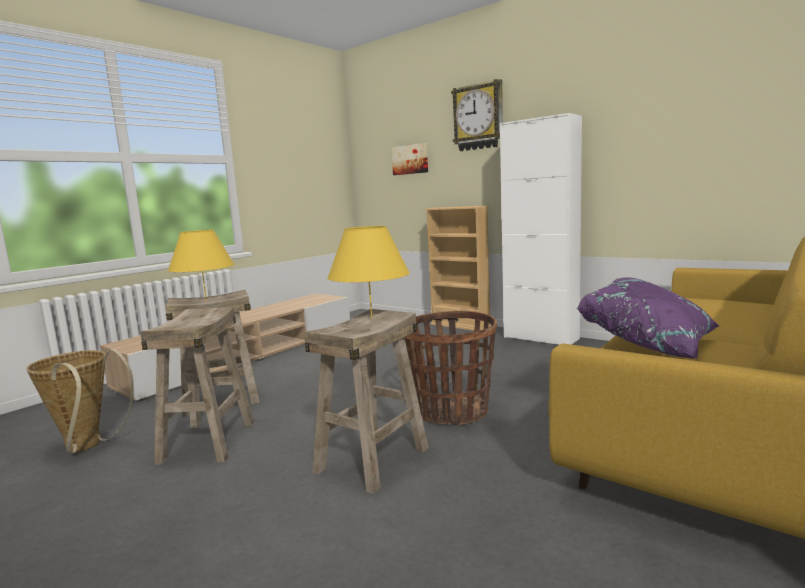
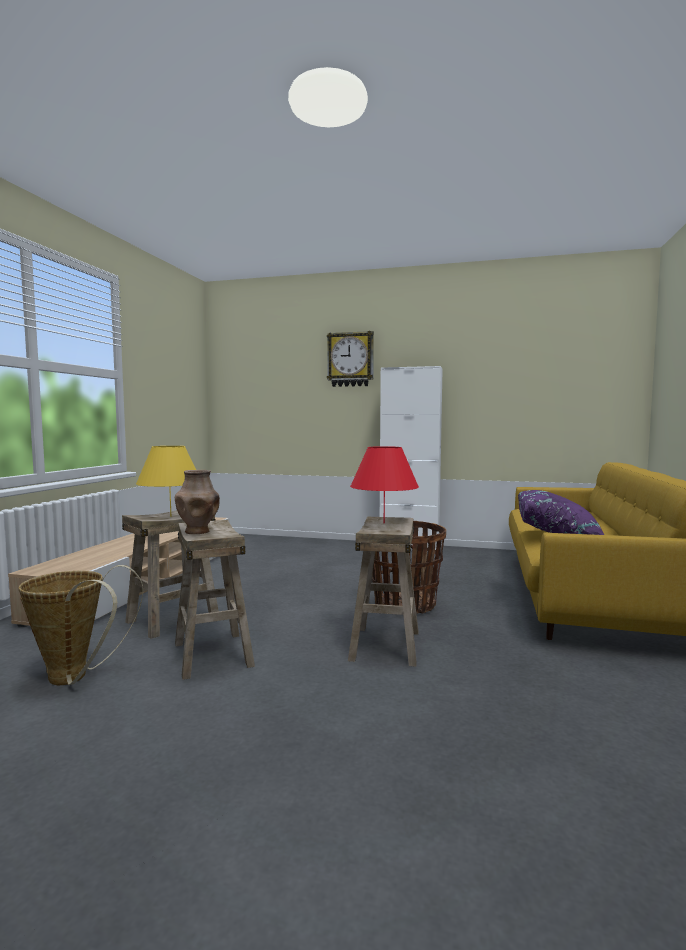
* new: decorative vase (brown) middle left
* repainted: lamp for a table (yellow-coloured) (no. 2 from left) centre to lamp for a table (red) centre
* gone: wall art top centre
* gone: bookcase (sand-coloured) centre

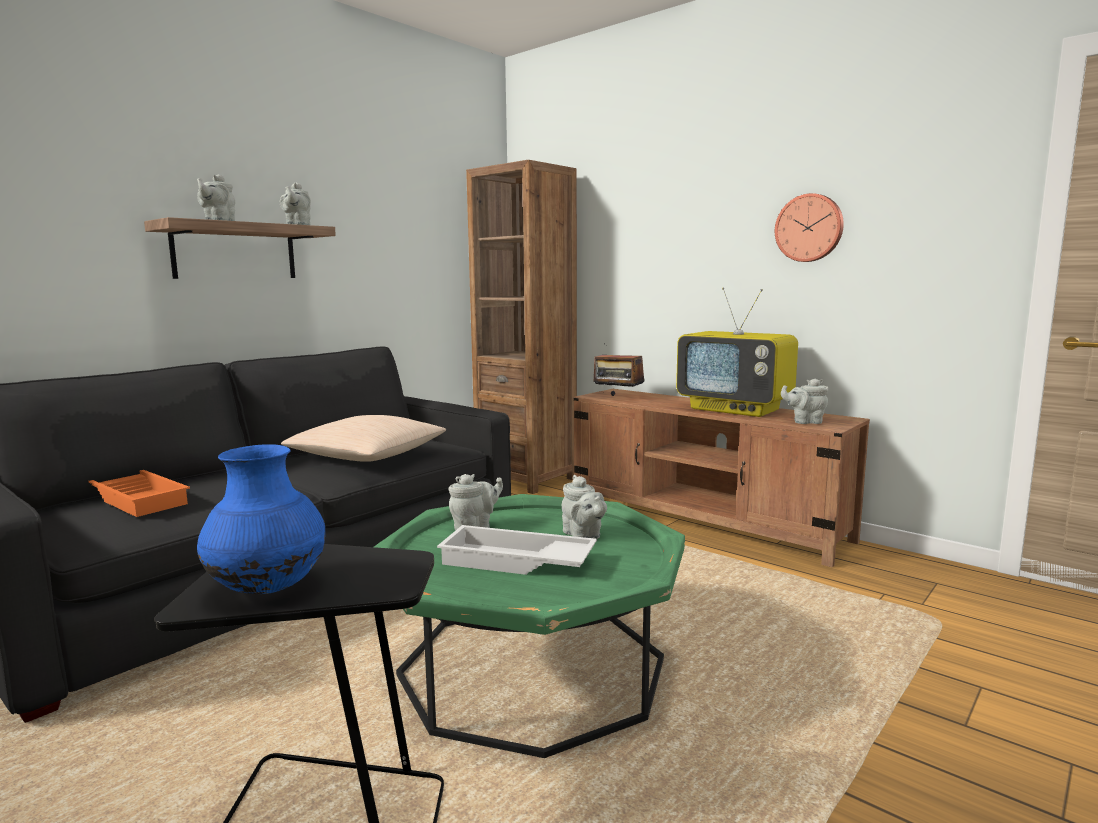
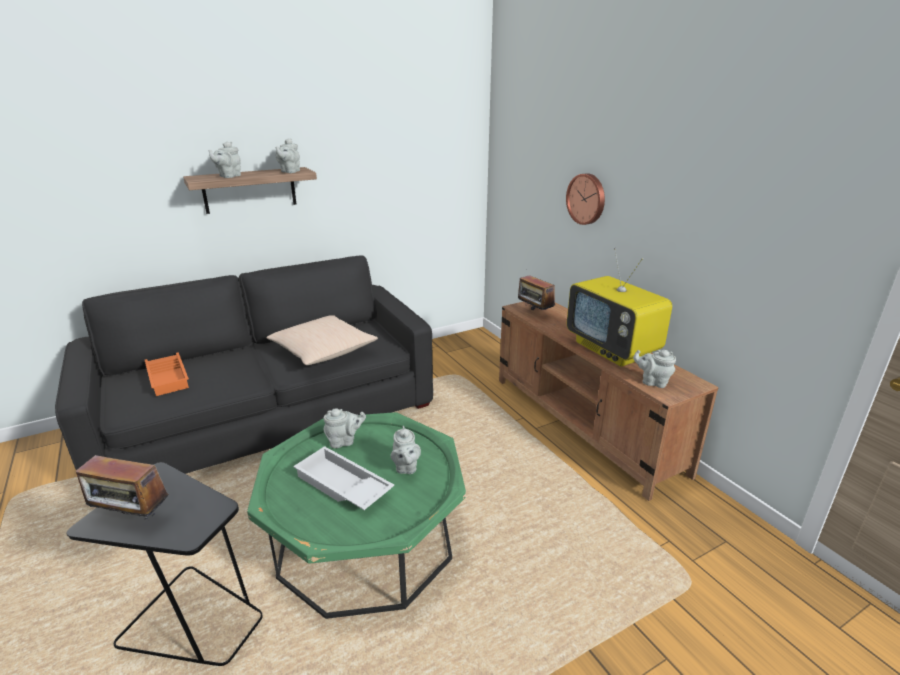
* swapped: decorative vase (blue-coloured) middle left to radio receiver (no. 1 from left) bottom left
* shifted: hanging clock top right to top centre
* gone: bookcase (brown) centre

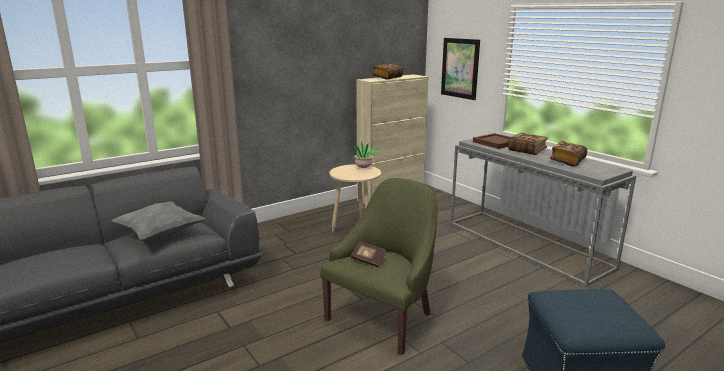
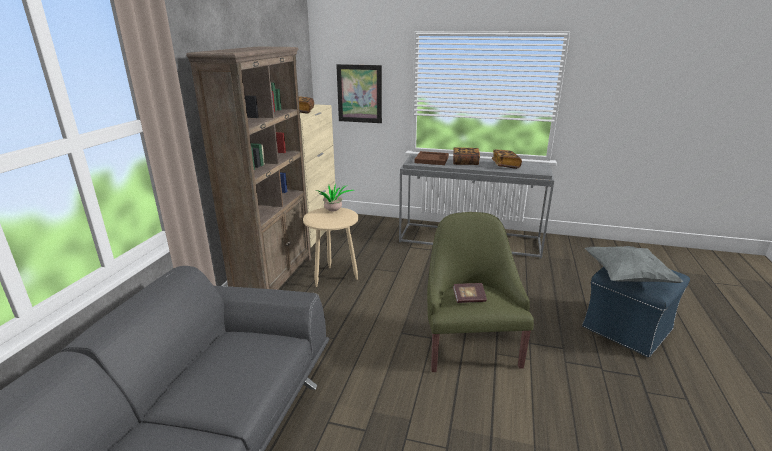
* new: bookcase (brown) middle left
* shifted: pillow (grey) middle left to middle right

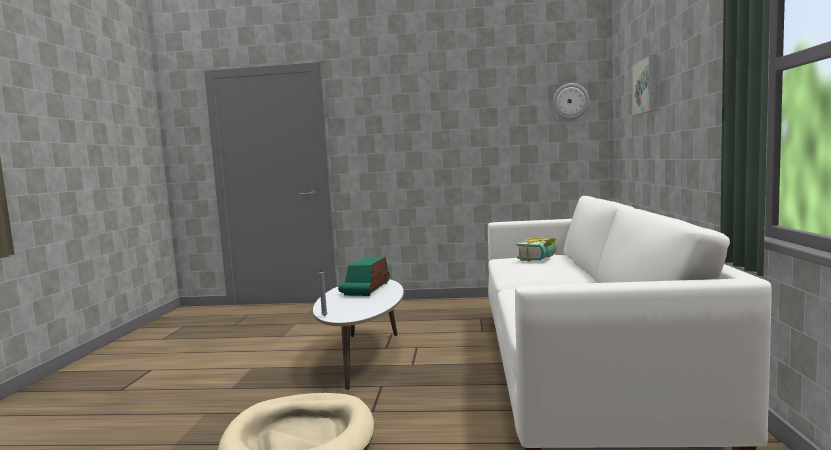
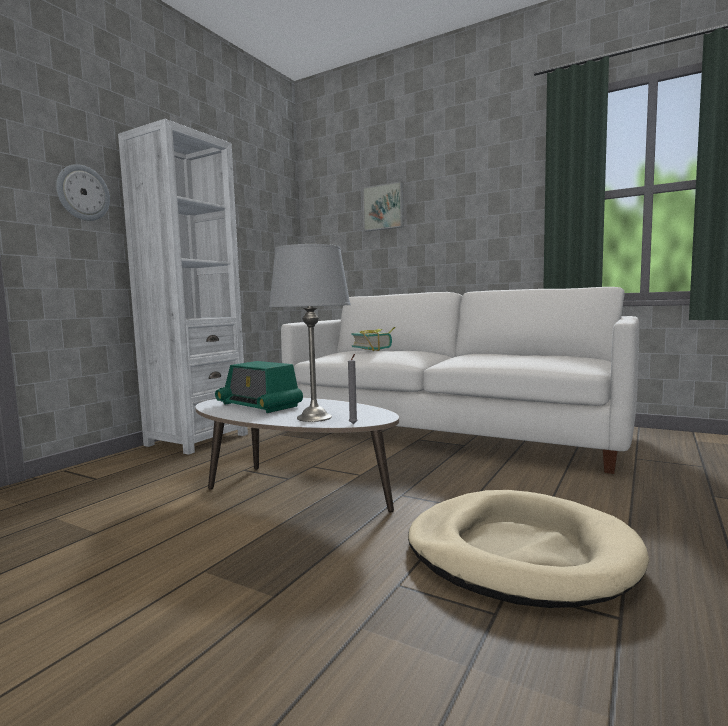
* shifted: hanging clock top right to top left
* new: bookcase (whitish) middle left
* new: lamp for a table (grey) centre

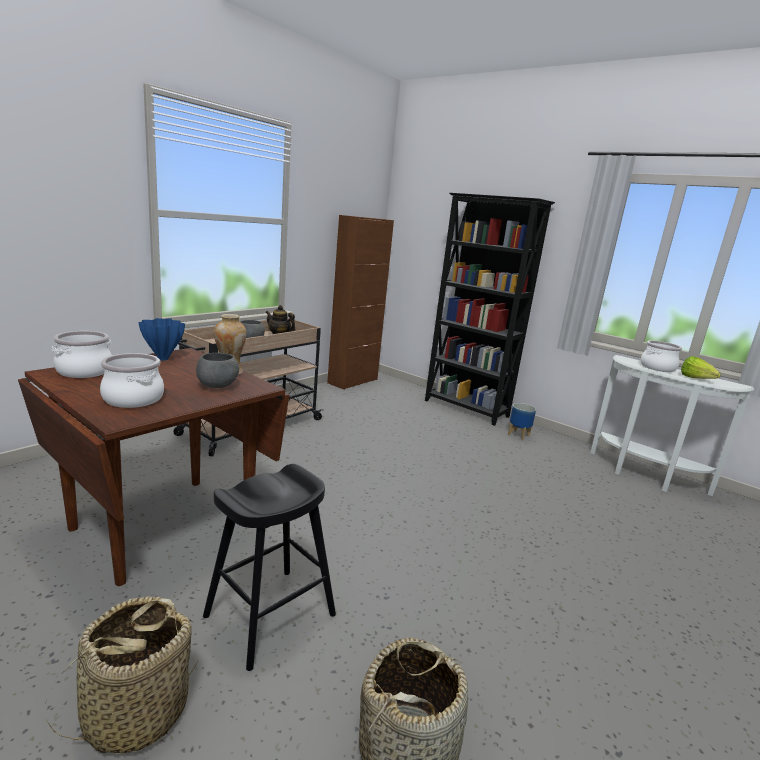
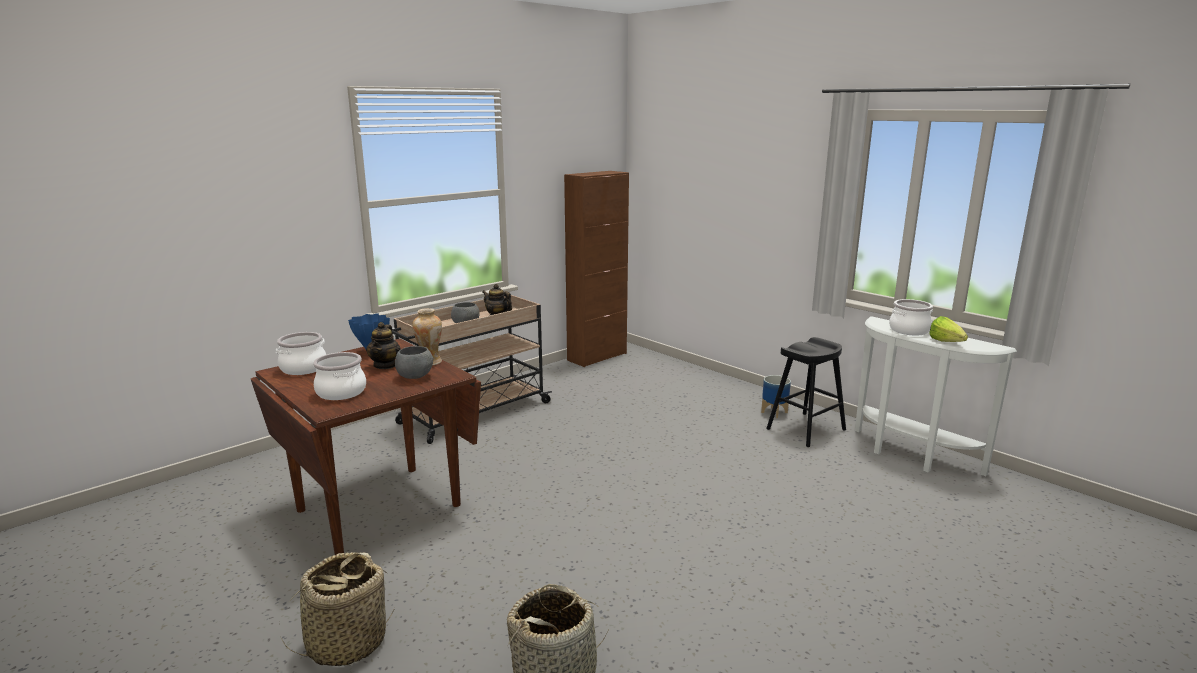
* new: tea pot (no. 1 from left) middle left
* shifted: stool (black) bottom centre to middle right
* gone: bookcase (black) centre

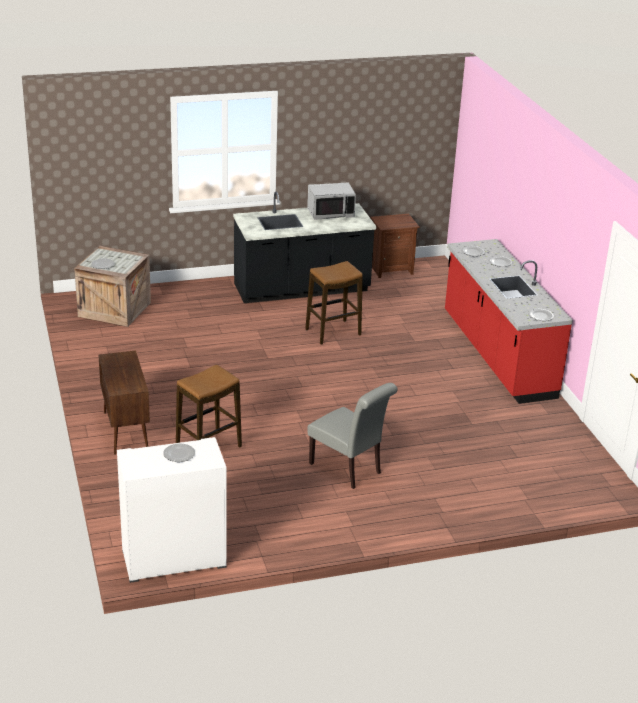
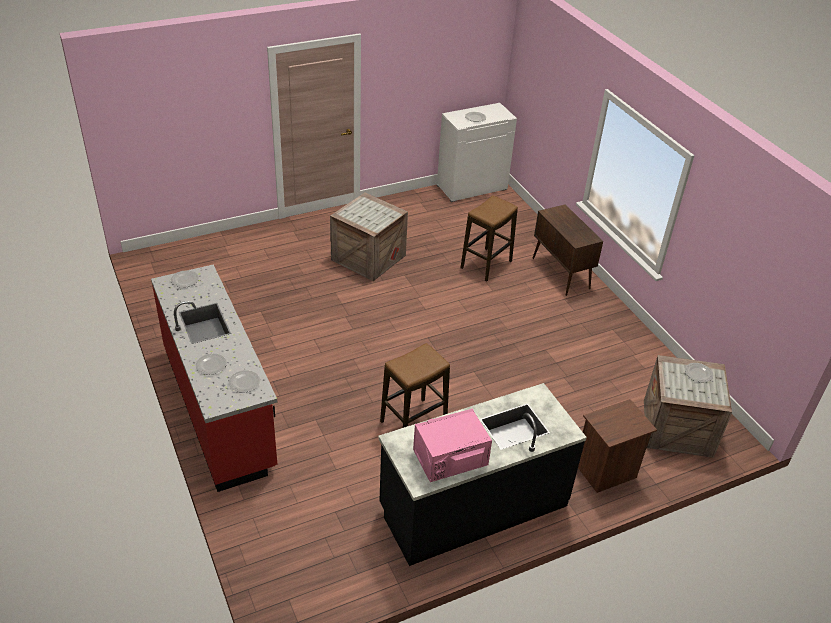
* swapped: chair (grey) centre to shipping crate (no. 1 from left) centre
* repainted: kitchen microwave (grey) top centre to kitchen microwave (pink-coloured) bottom centre
* shifted: night table (brown) centre to bottom right

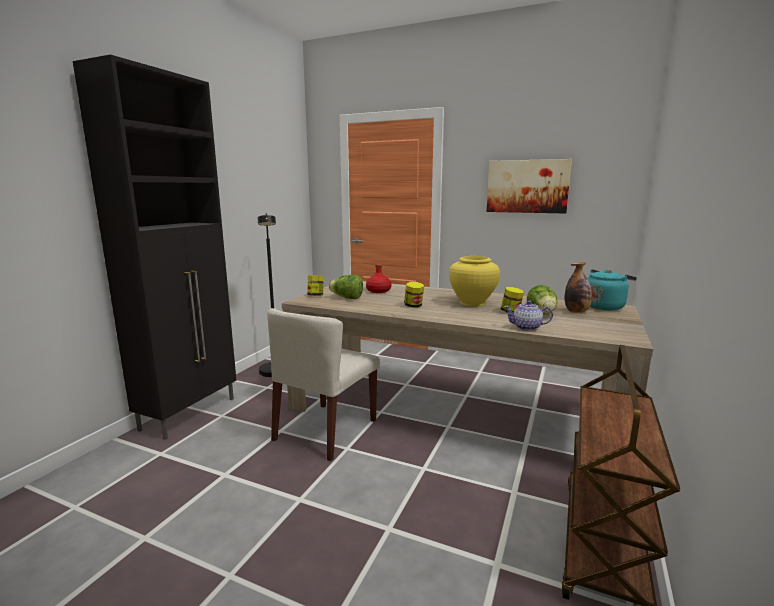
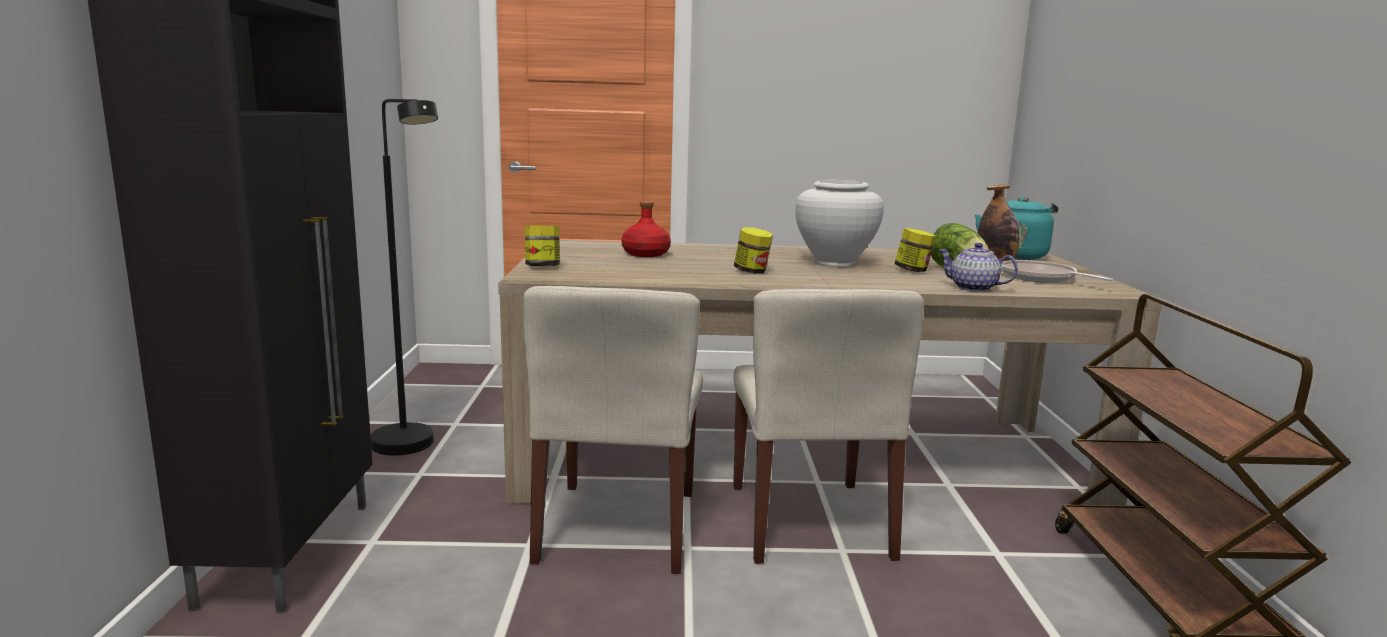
* new: chair (sand-coloured) (no. 2 from left) bottom centre
* repainted: decorative vase (yellow-coloured) centre to decorative vase (whitish) centre
* rotated: tea pot middle right = middle right 45 degrees clockwise
* new: frying pan middle right
* gone: lettuce head (no. 1 from left) centre
* gone: wall art top right

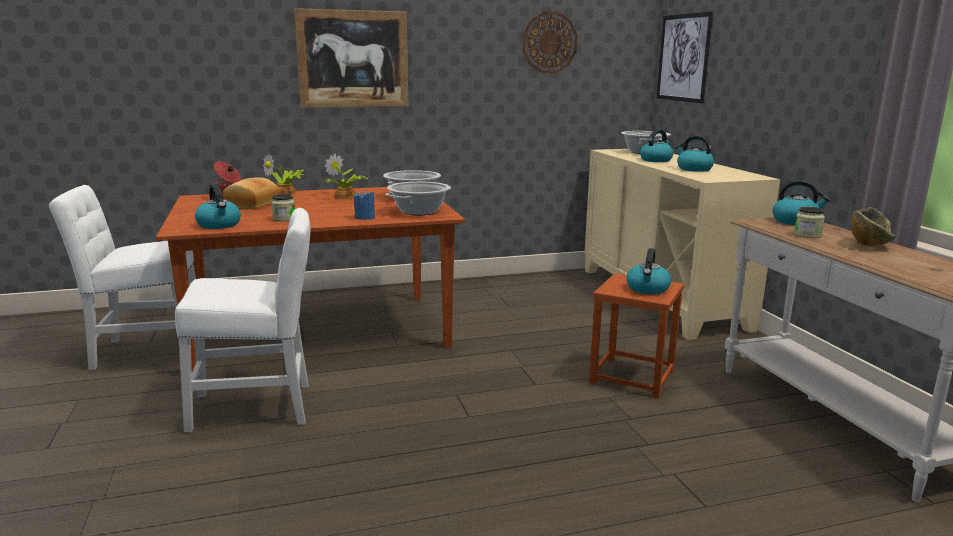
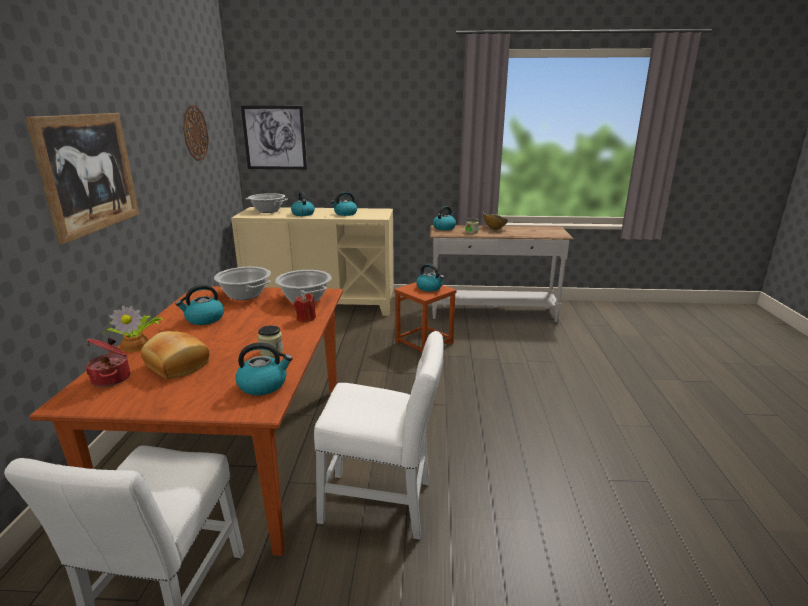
* swapped: houseplant (no. 2 from left) top centre to water kettle (no. 1 from left) middle left
* repainted: candle (blue-coloured) centre to candle (red) centre
* rotated: chair (whitish) (no. 2 from left) middle left = bottom centre 90 degrees clockwise

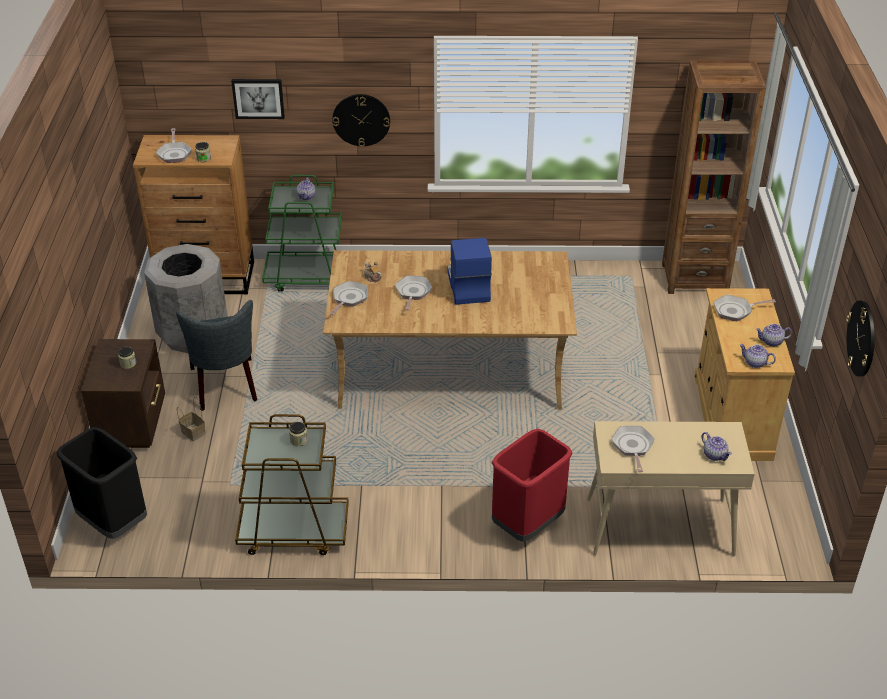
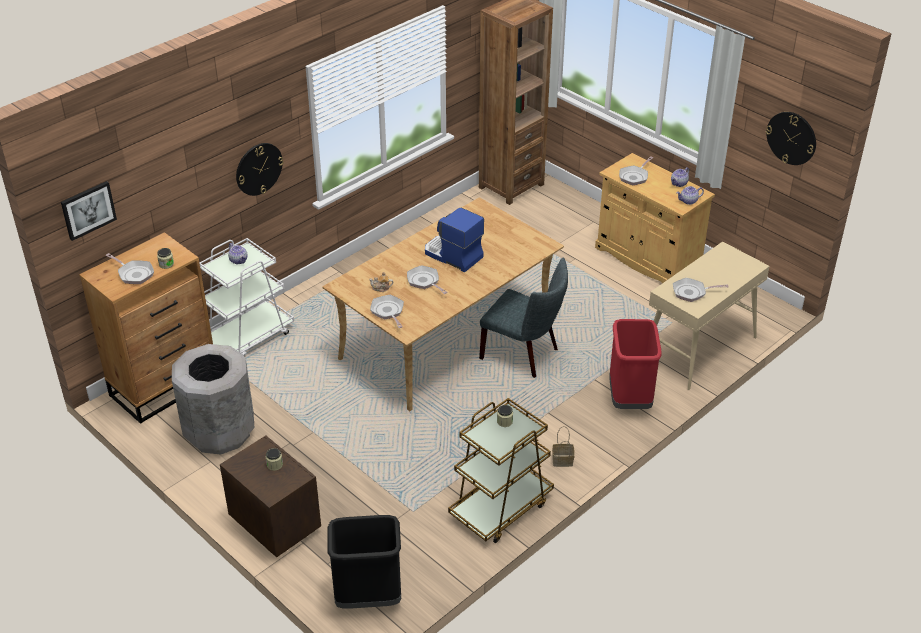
* shifted: wall art top left to middle left
* repainted: cart (green) centre to cart (whitish) middle left
* shifted: chair (grey) middle left to centre
* shifted: storage basket middle left to bottom centre
* rotated: frying pan (no. 4 from left in the first image) middle right = middle right 45 degrees counterclockwise
* gone: tea pot (no. 3 from left) middle right

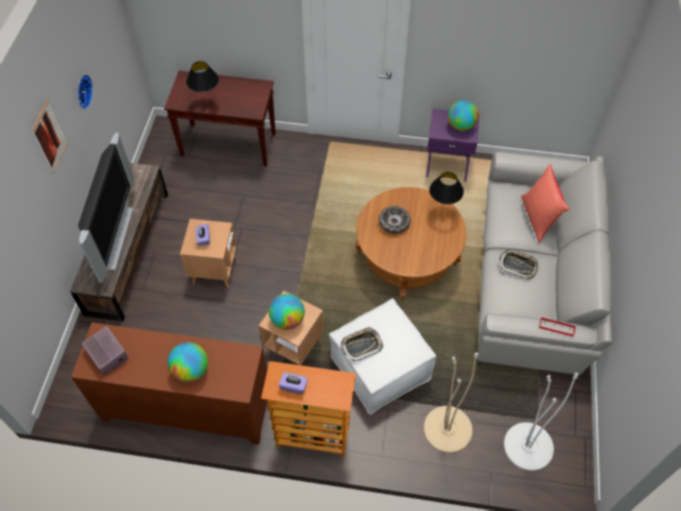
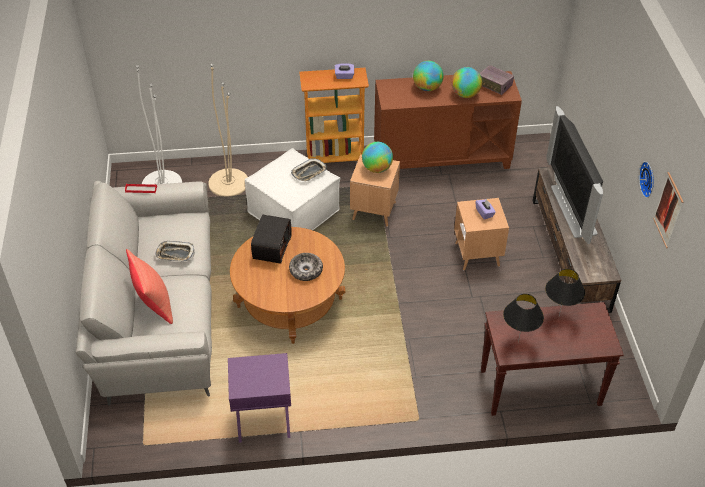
* new: radio receiver (no. 1 from left) centre
* shifted: world globe (no. 3 from left) top right to top centre
* shifted: lamp for a table (black) (no. 2 from left in the first image) centre to lamp for a table (black) (no. 1 from left) middle right
* shifted: wall art top left to middle right

